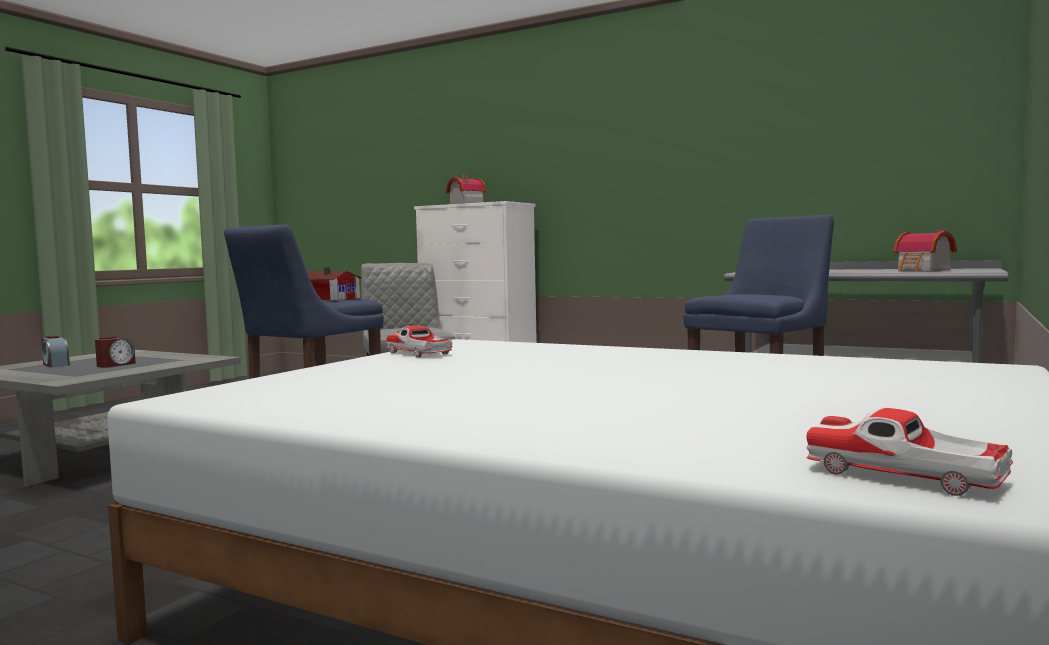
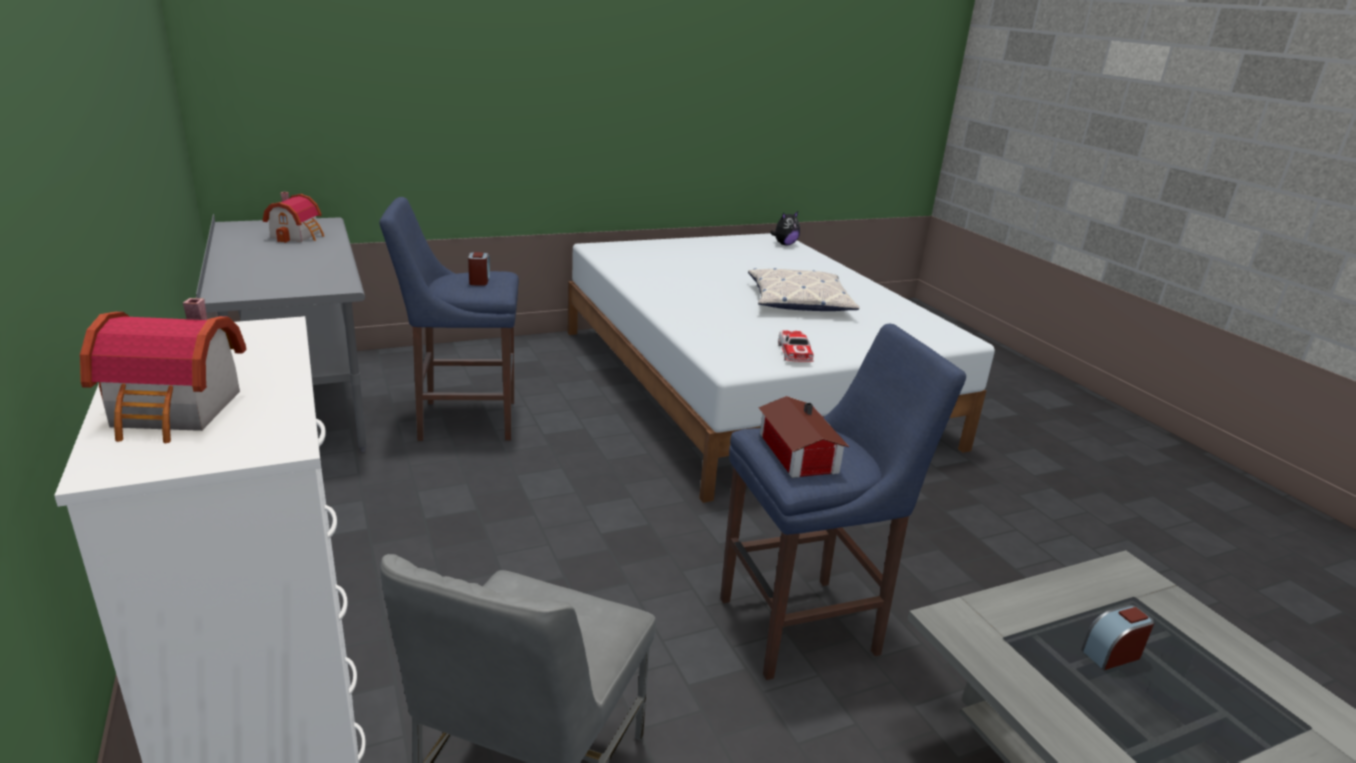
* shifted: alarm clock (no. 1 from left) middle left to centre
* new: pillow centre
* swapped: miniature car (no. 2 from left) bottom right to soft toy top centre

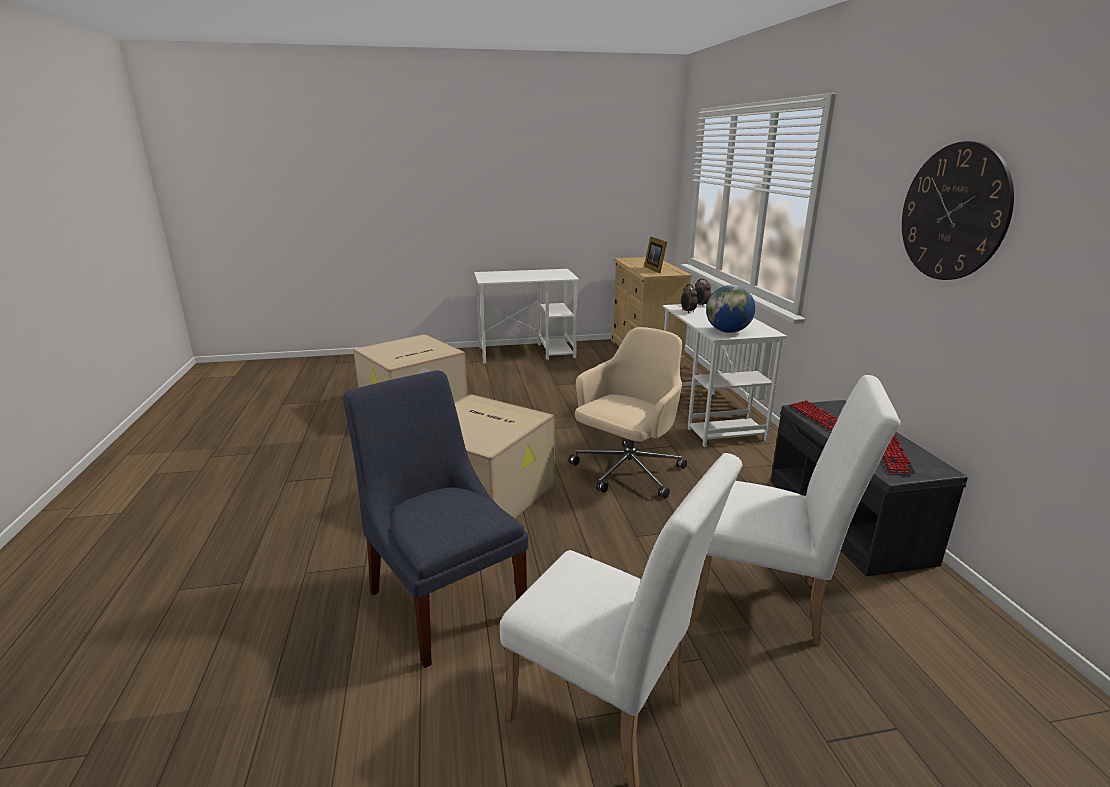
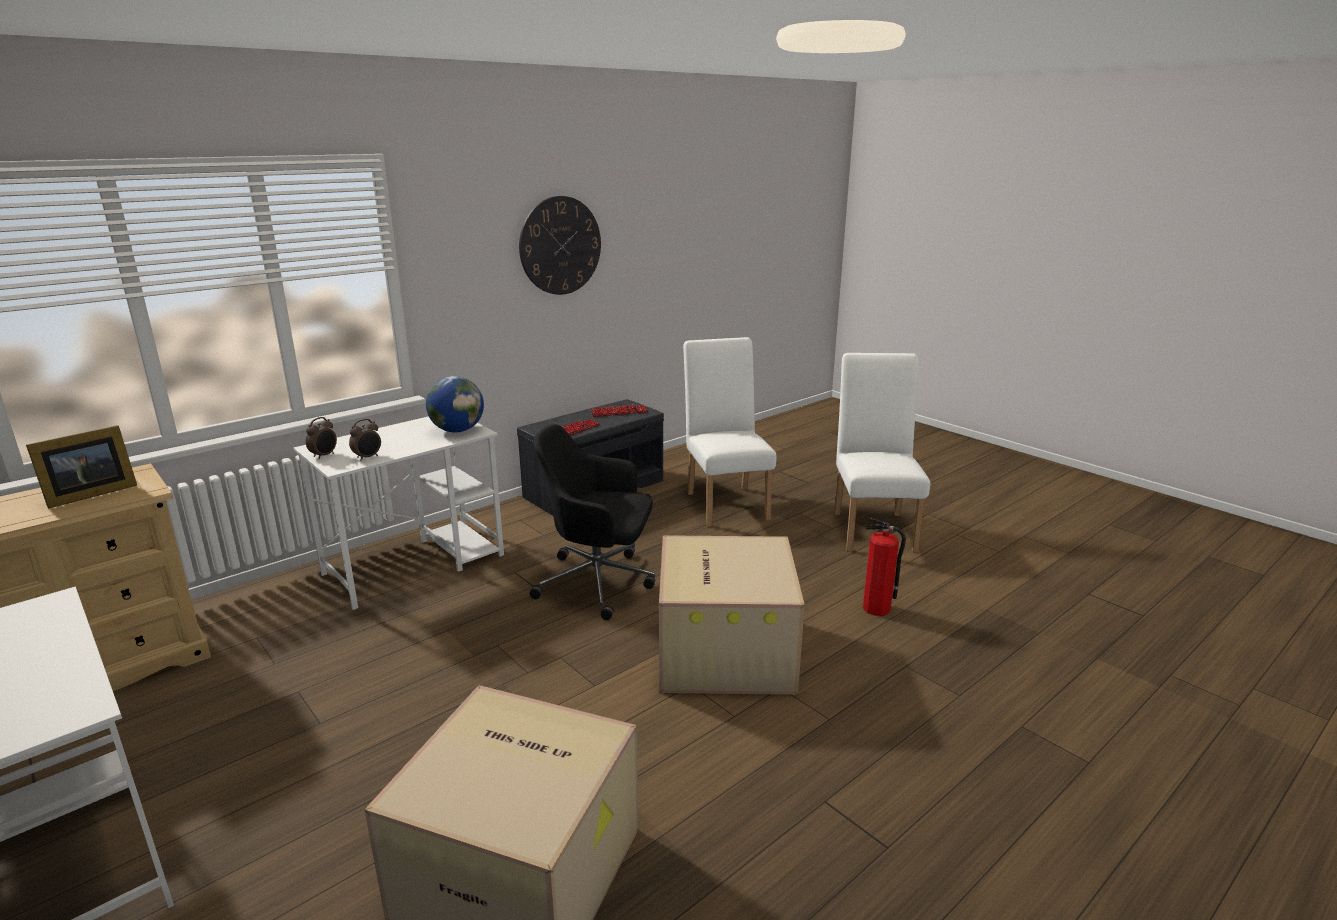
* repainted: computer chair (sand-coloured) centre to computer chair (black) centre
* swapped: chair (blue-coloured) centre to fire-fighting cylinder centre

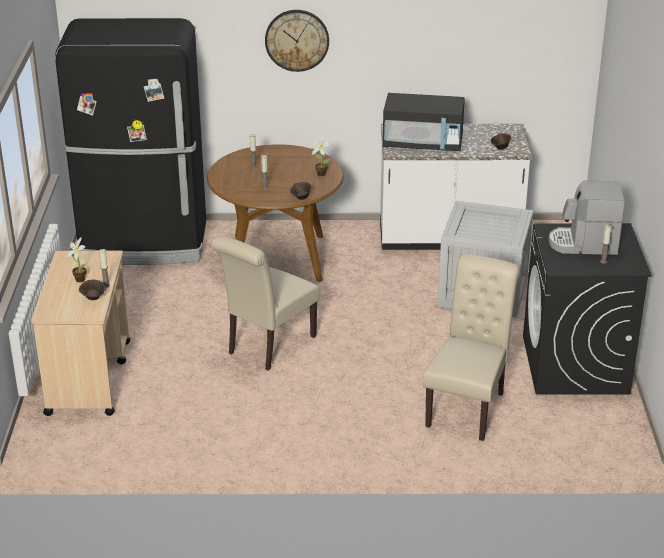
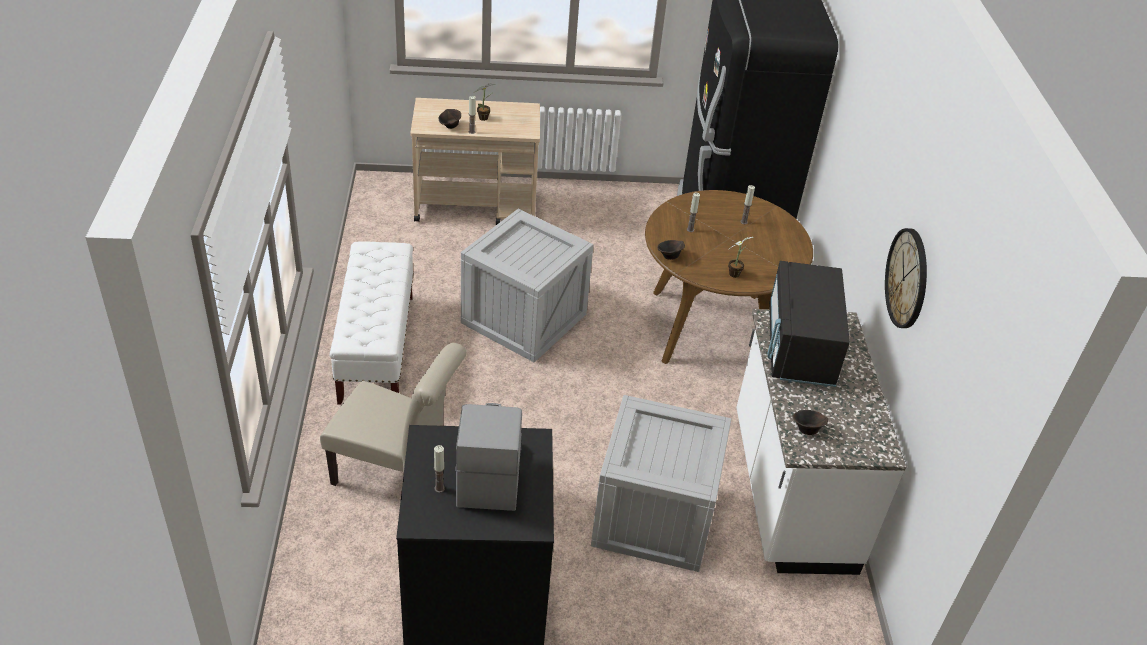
* new: long seat (whitish) middle left
* swapped: chair (sand-coloured) (no. 1 from left) centre to shipping crate (no. 1 from left) centre
* shifted: hanging clock top centre to middle right

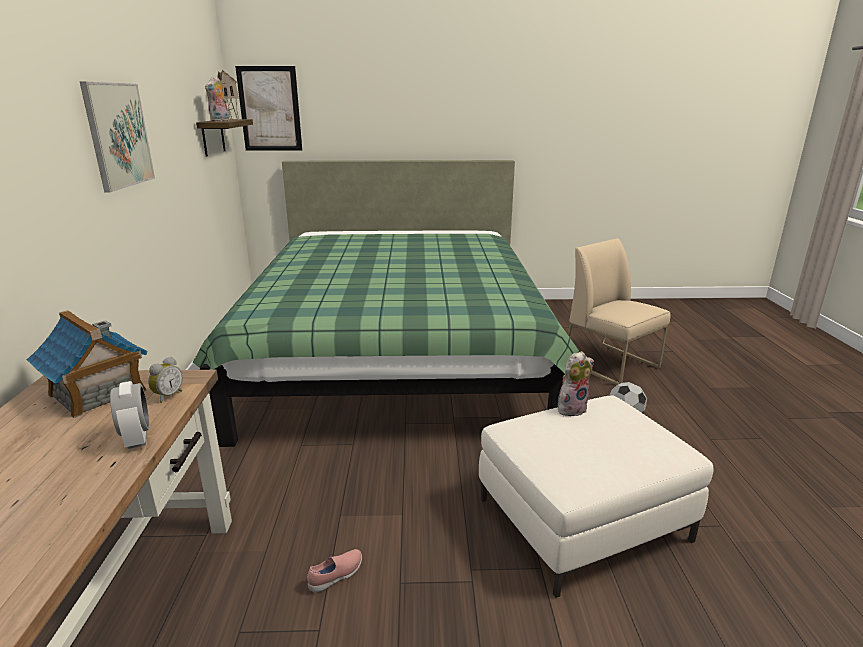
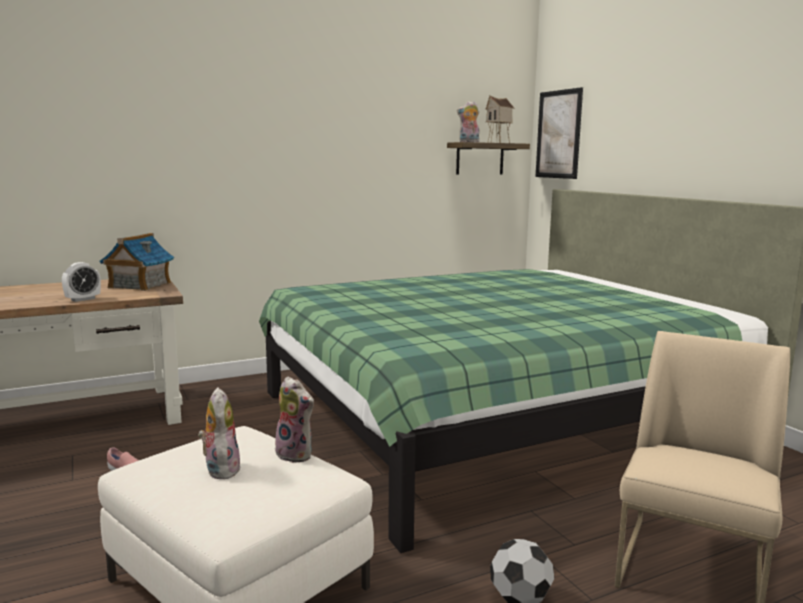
* new: soft toy (no. 1 from left) bottom left
* gone: wall art (no. 1 from left) top left
* gone: alarm clock (no. 2 from left) middle left

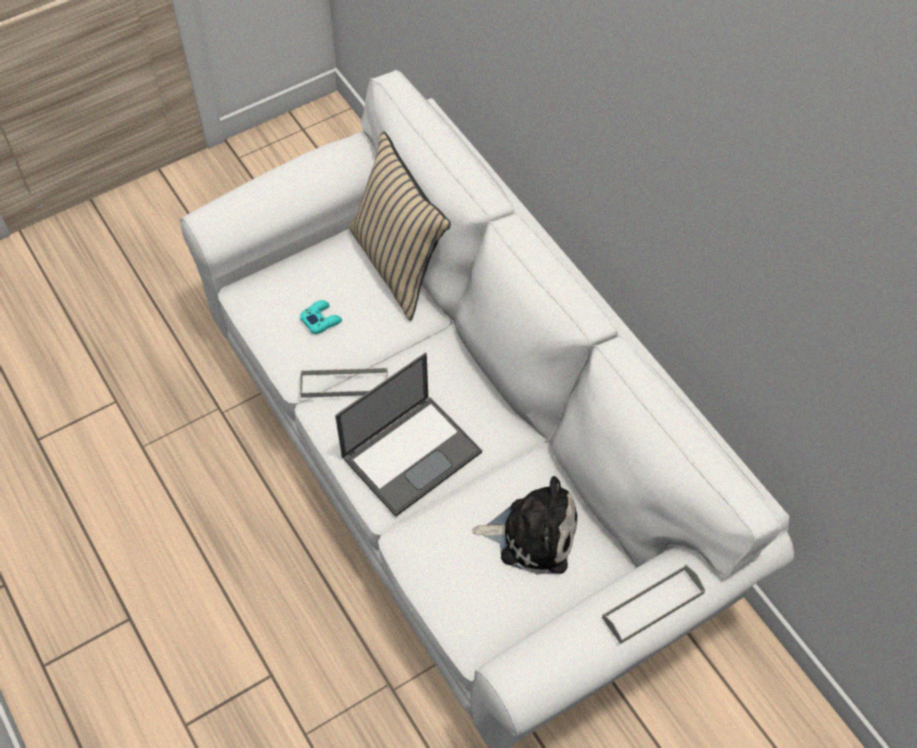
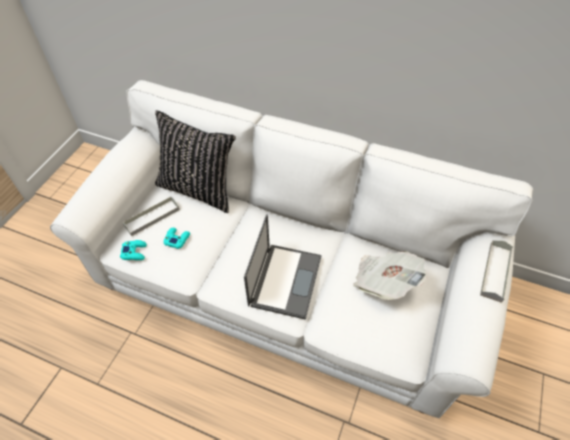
* new: game controller (turquoise) (no. 1 from left) middle left
* shifted: serving tray (grey) (no. 1 from left) centre to middle left
* repainted: pillow (sand-coloured) top centre to pillow (black) centre
* swapped: soft toy bottom centre to daily paper middle right

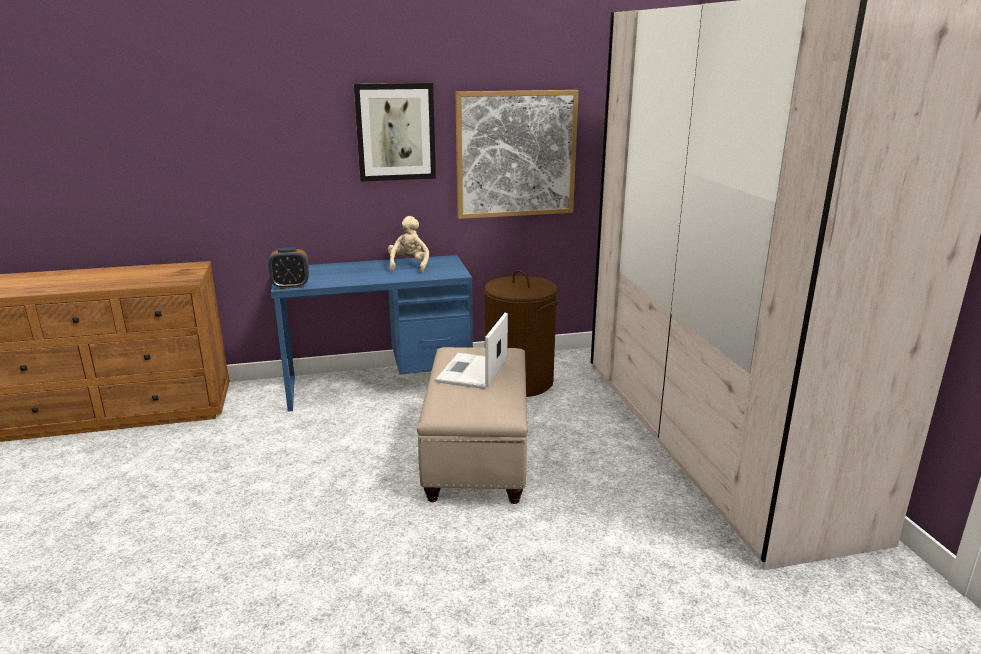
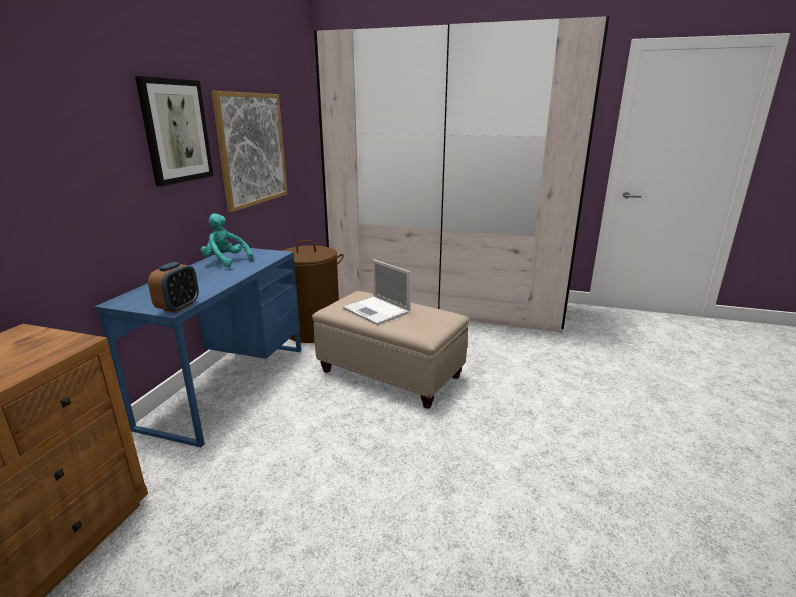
* repainted: soft toy (sand-coloured) centre to soft toy (turquoise) middle left

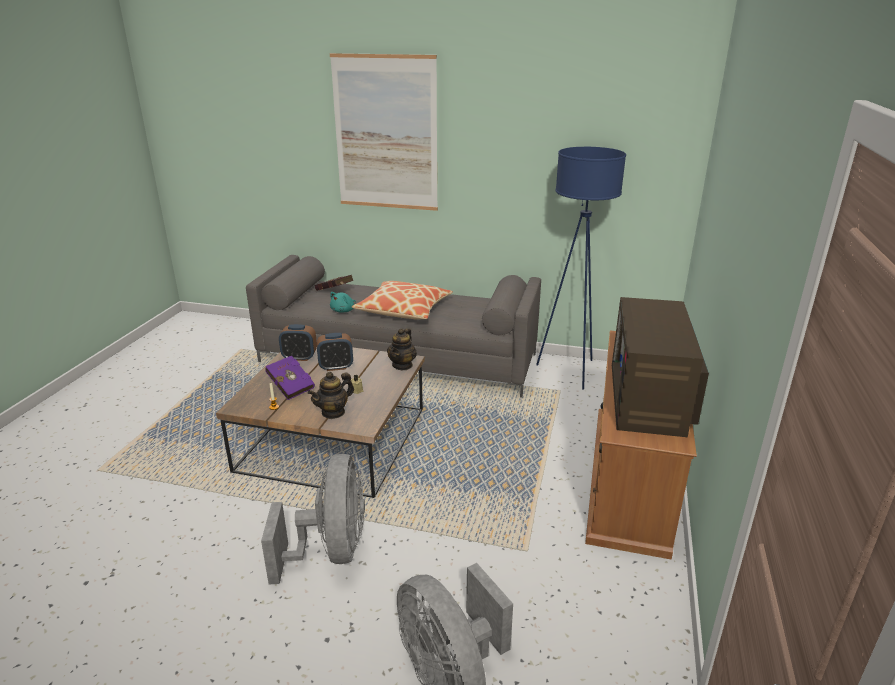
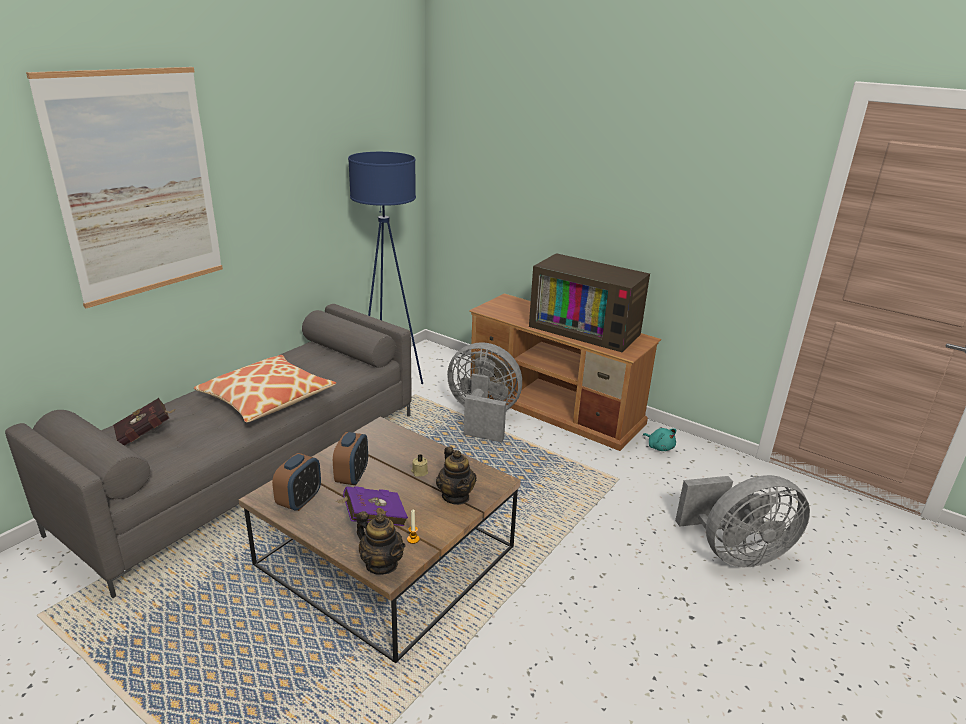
* shifted: tea pot (no. 2 from left in the first image) centre to tea pot (no. 1 from left) bottom centre
* shifted: electric fan (grey) (no. 1 from left) bottom centre to centre
* shifted: soft toy (turquoise) centre to middle right

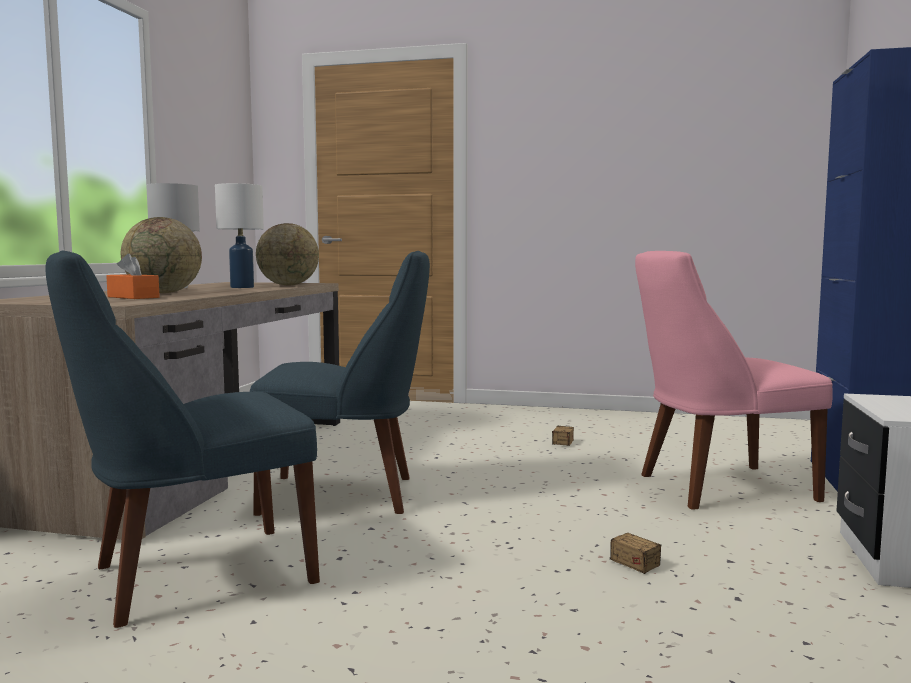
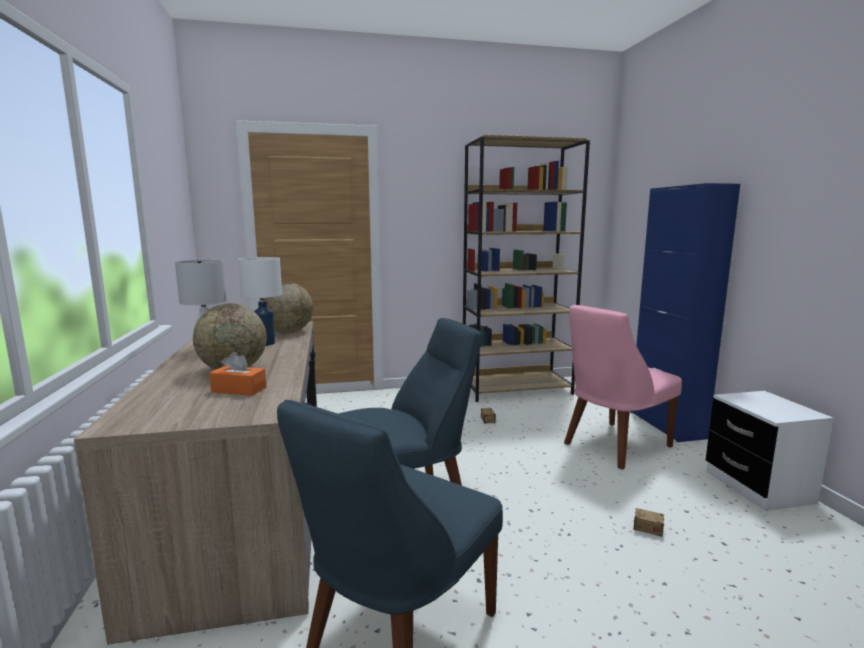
* new: bookcase (brown) centre

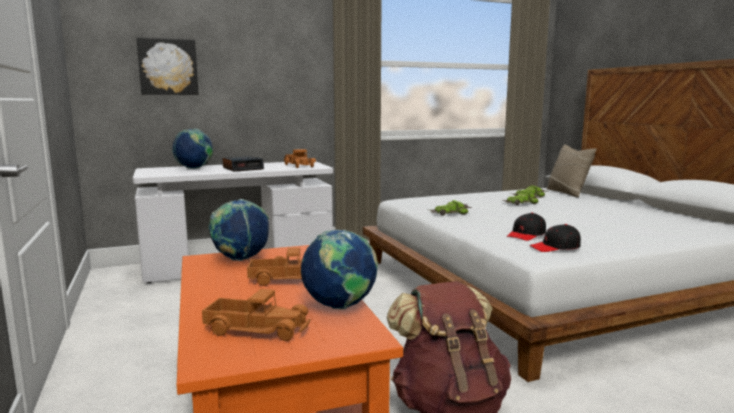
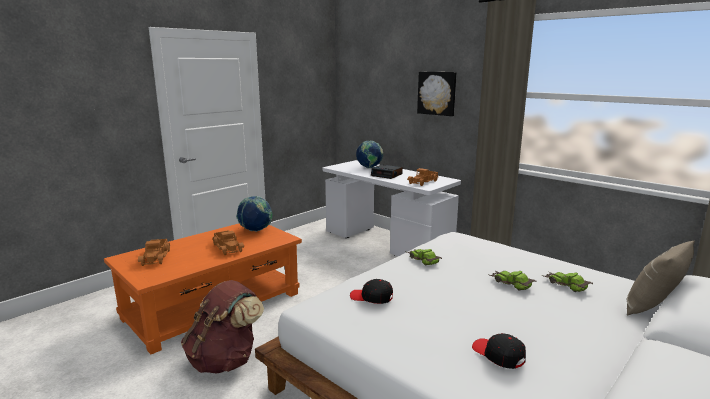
* shifted: wall art top left to top centre
* shifted: cap (black) (no. 2 from left) middle right to bottom right
* gone: world globe (no. 3 from left) centre

